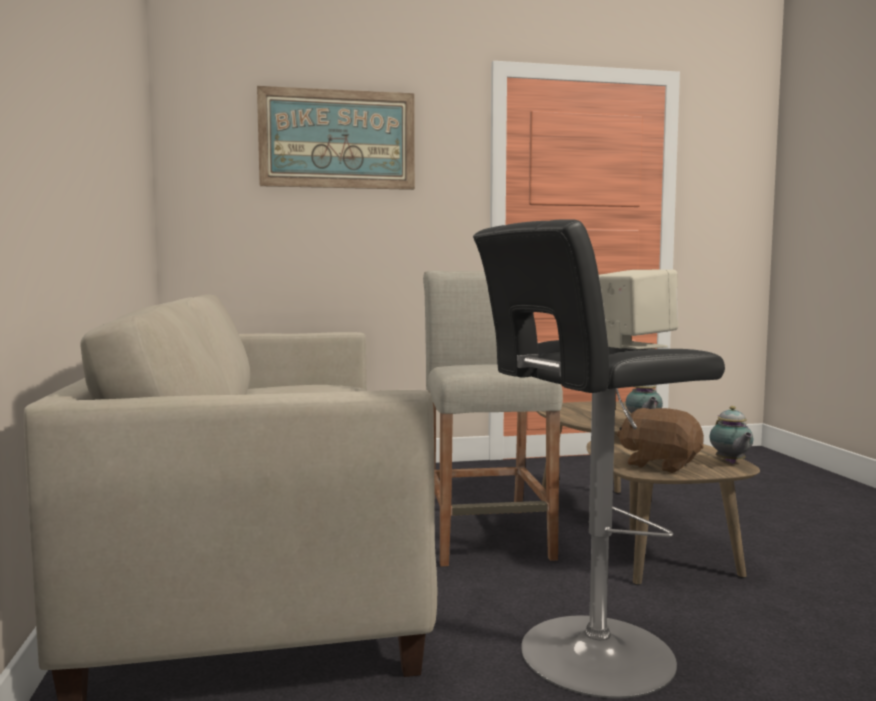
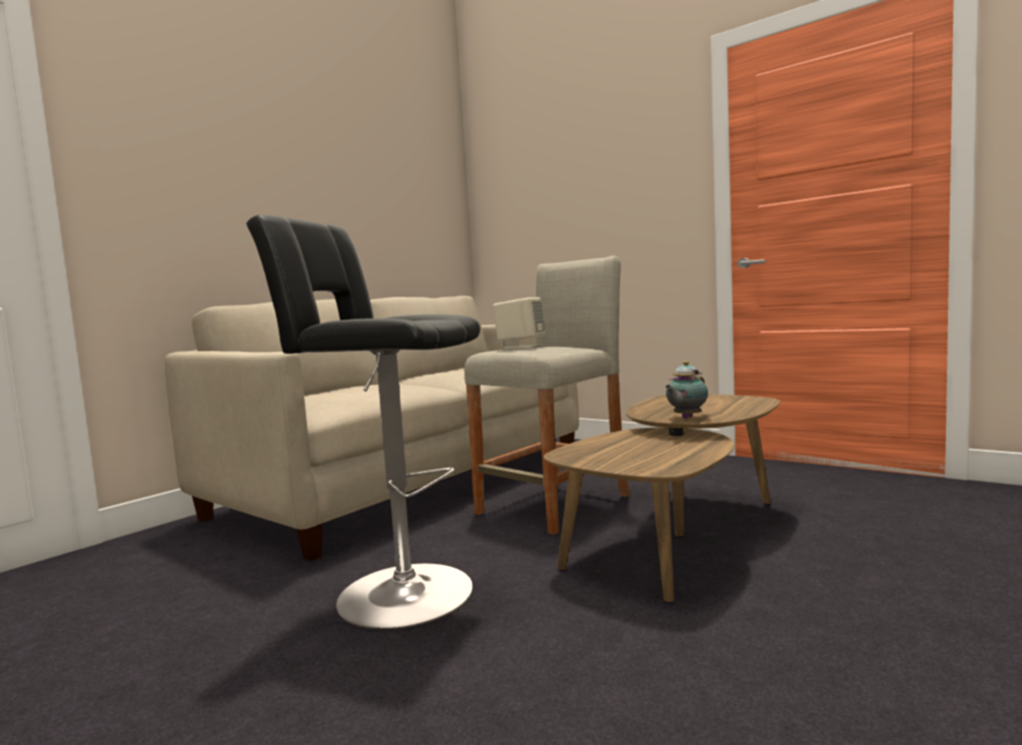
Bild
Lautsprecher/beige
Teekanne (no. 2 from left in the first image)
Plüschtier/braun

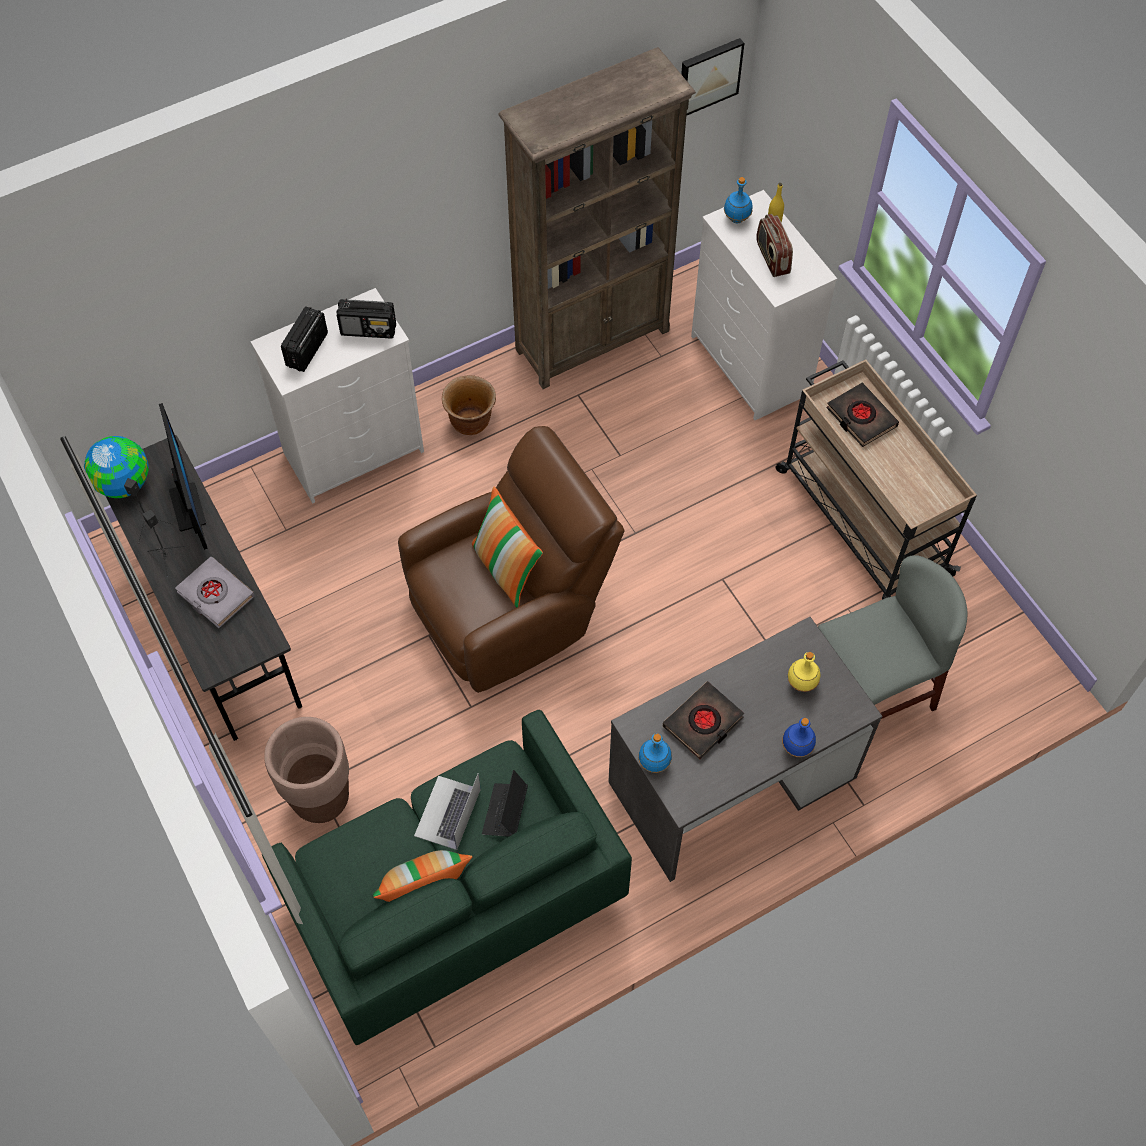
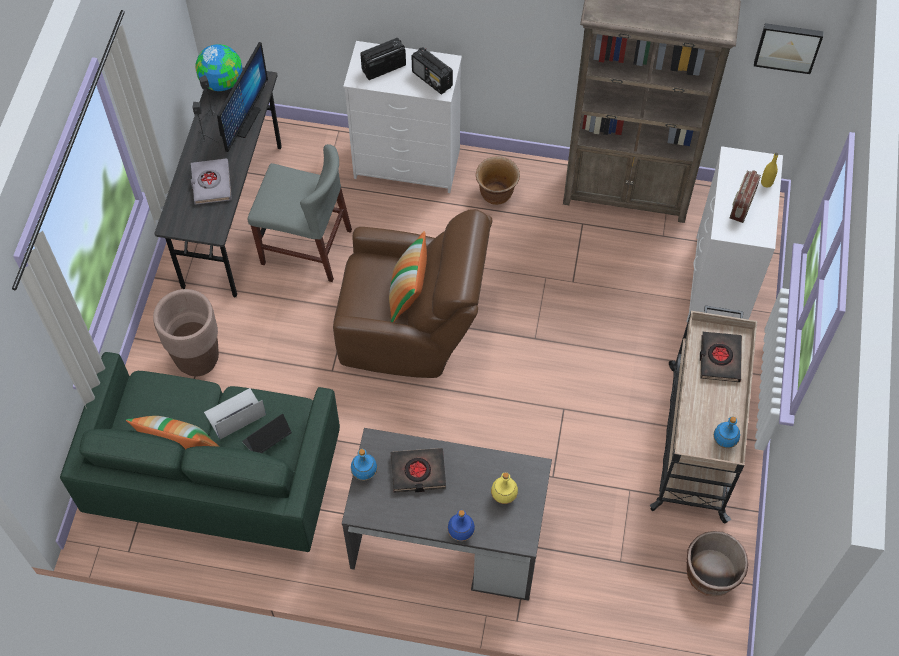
Flasche/blau (no. 3 from left)
Stuhl/grau
Pflanzkübel/braun (no. 3 from left)

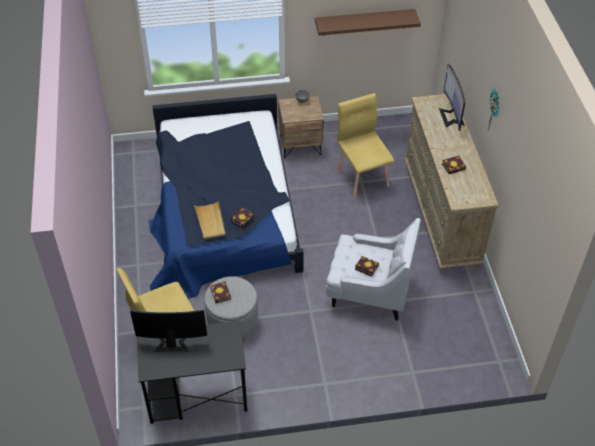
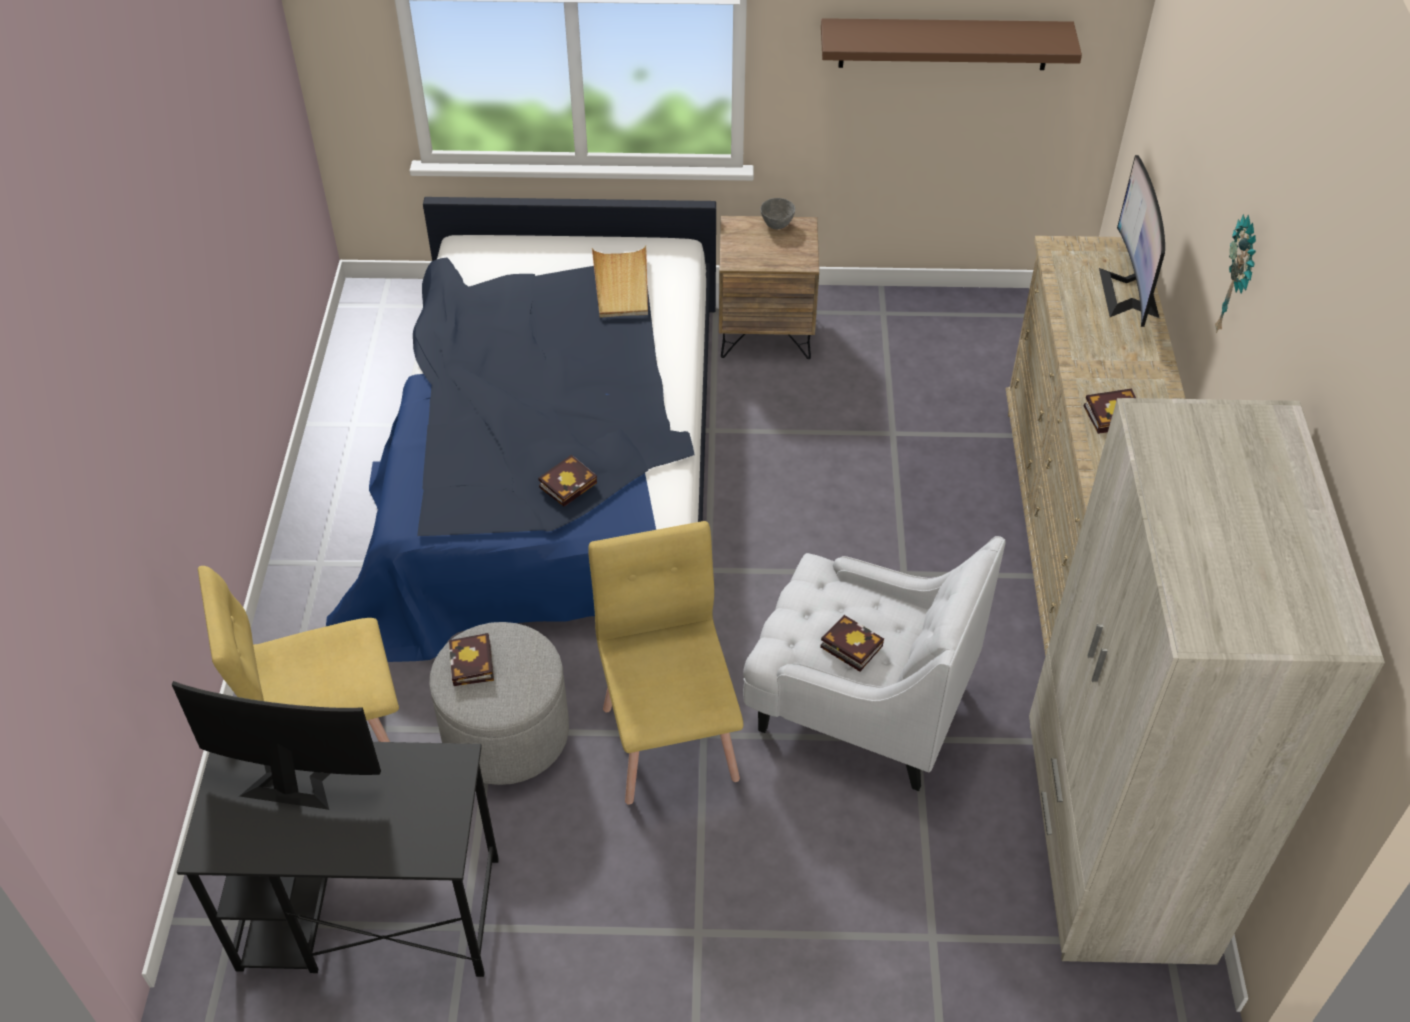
Stuhl/gelb (no. 2 from left)
Tablett/beige
Kleiderschrank/beige

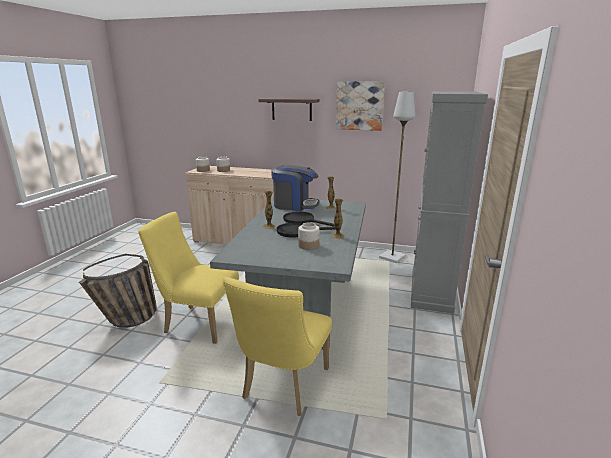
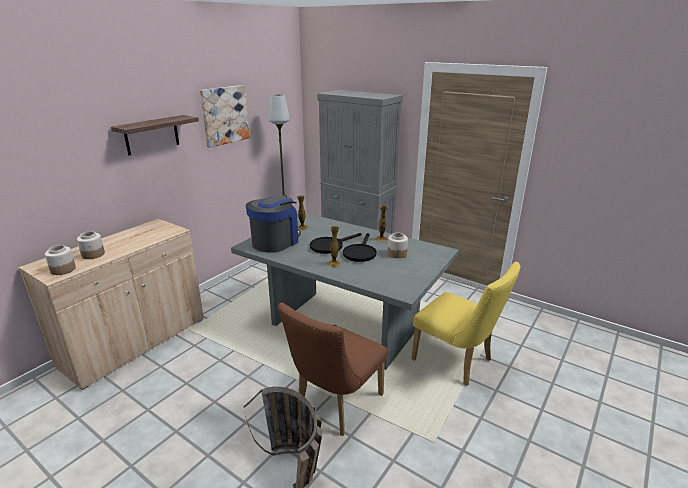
Stuhl/braun

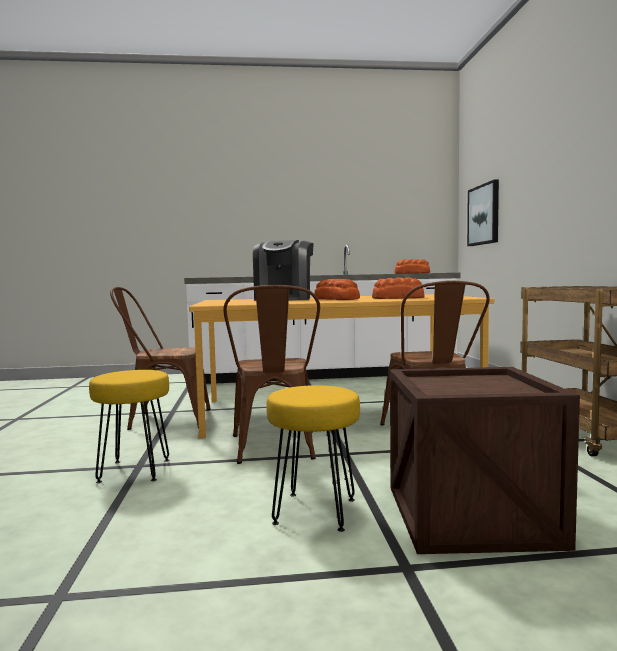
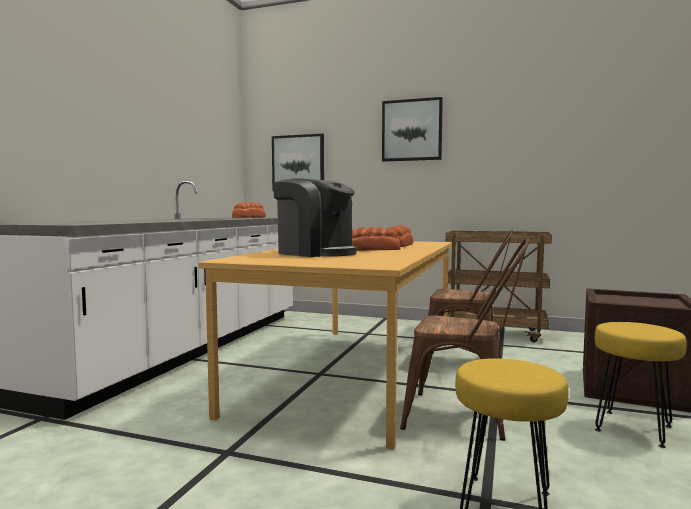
Stuhl/braun (no. 1 from left in the first image)
Bild (no. 2 from left)

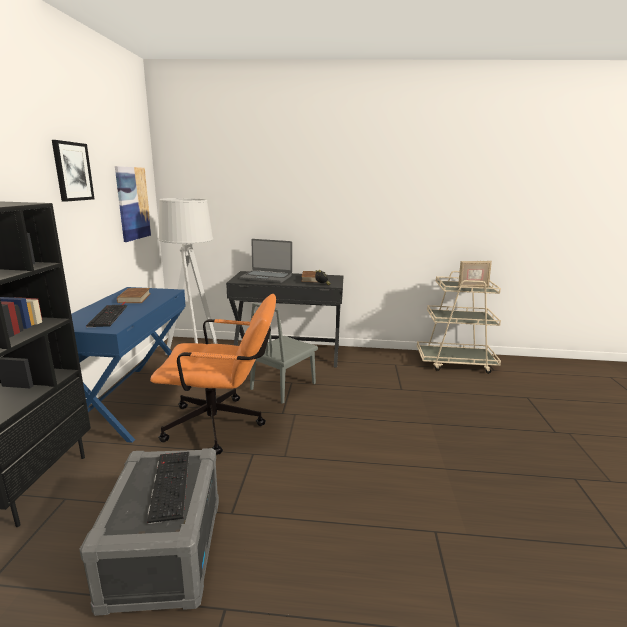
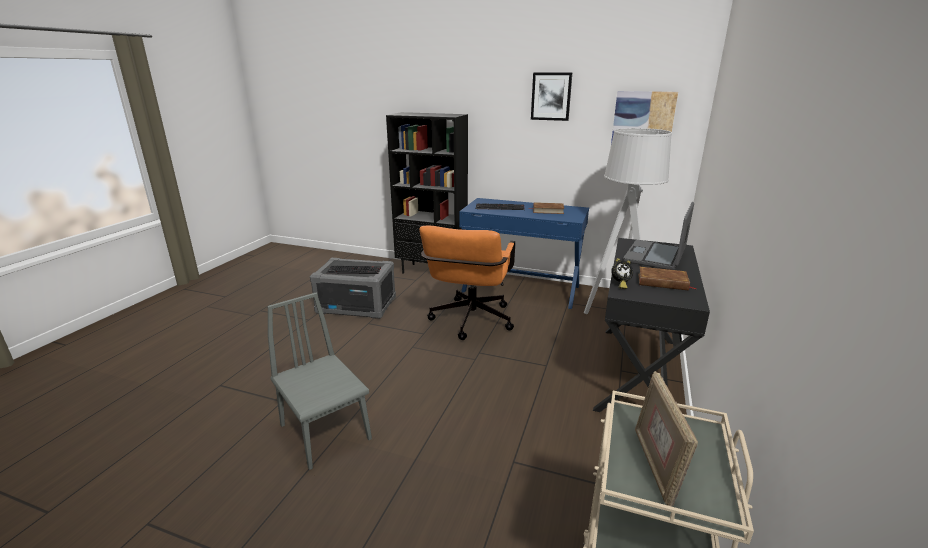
Stuhl/grau

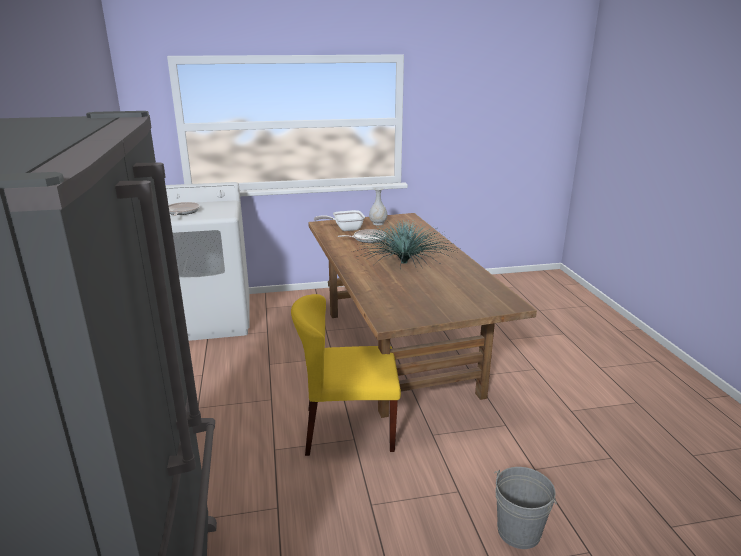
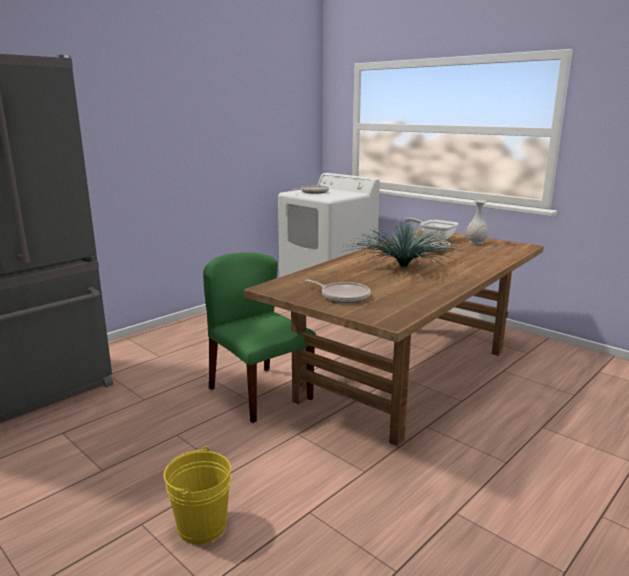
Stuhl/grün
Eimer/gelb
Pfanne (no. 2 from left)

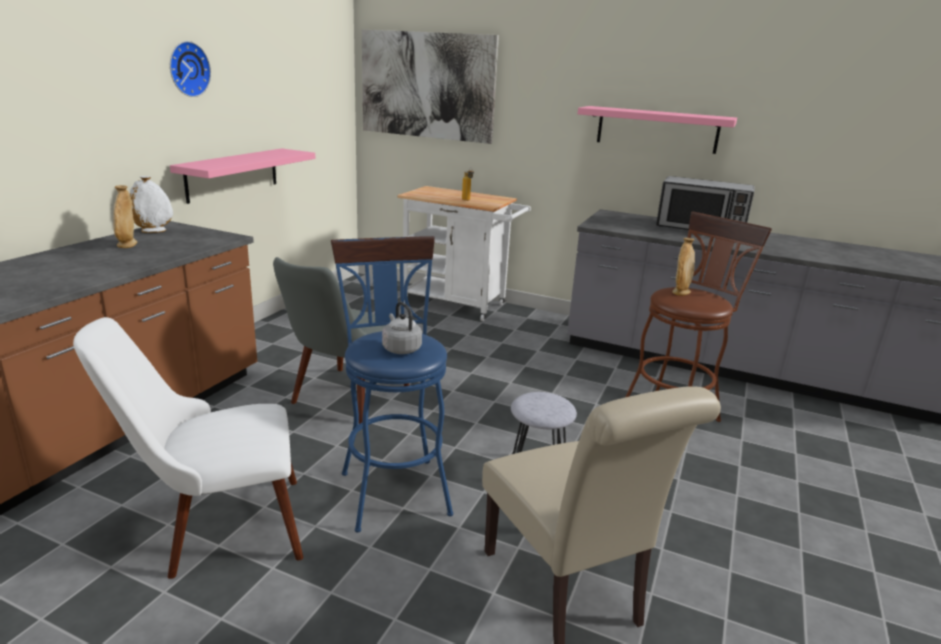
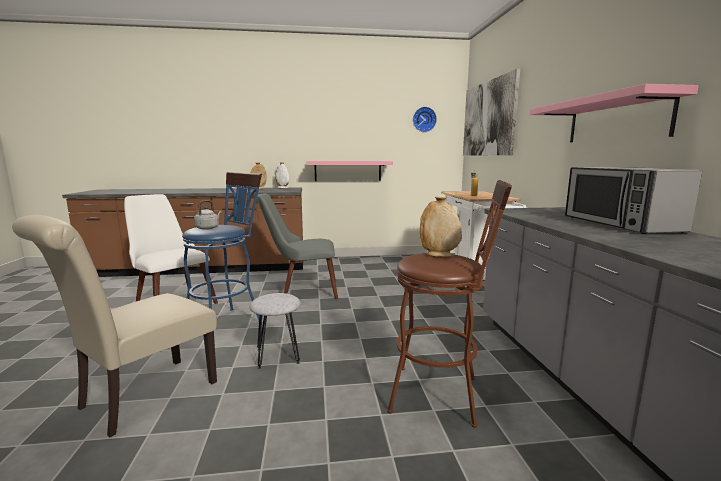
Wanduhr

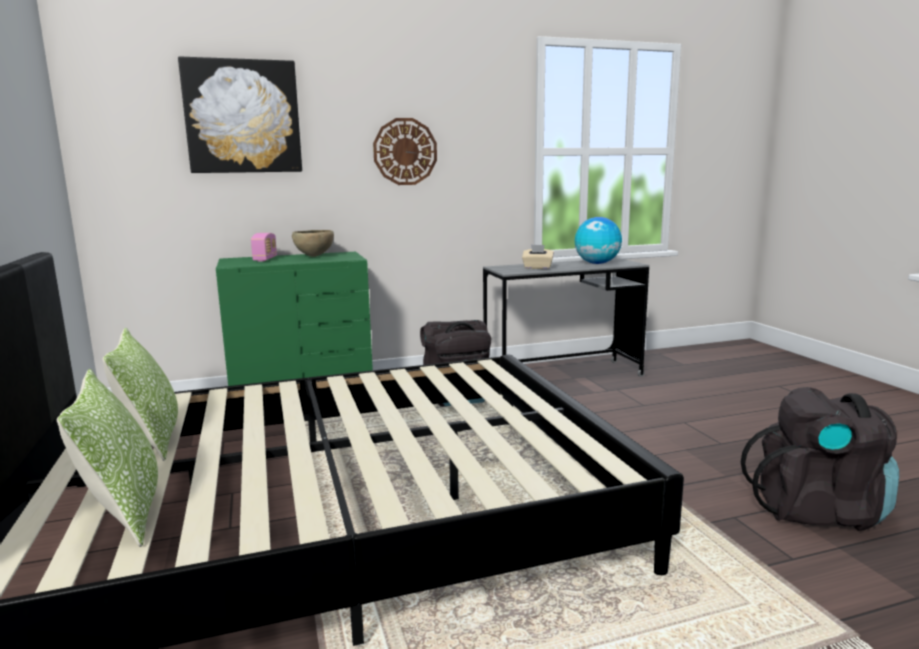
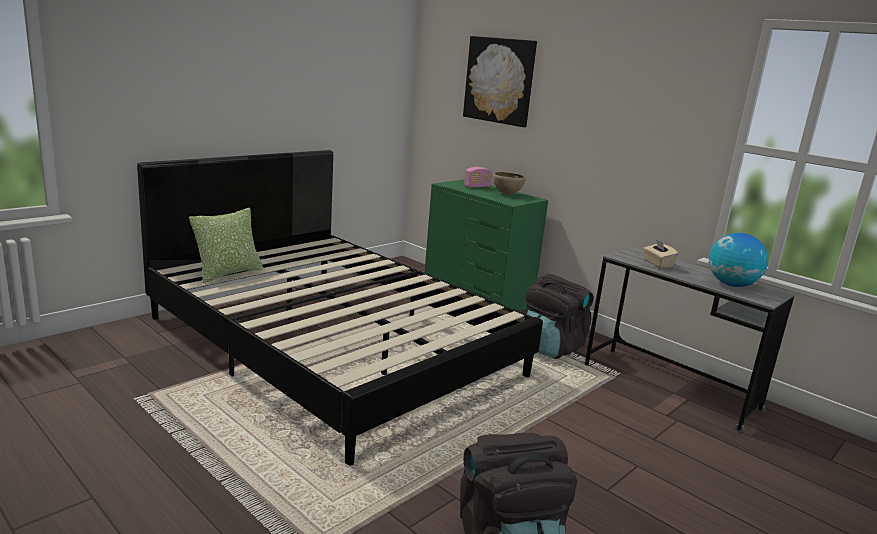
Wanduhr
Kissen (no. 2 from left in the first image)

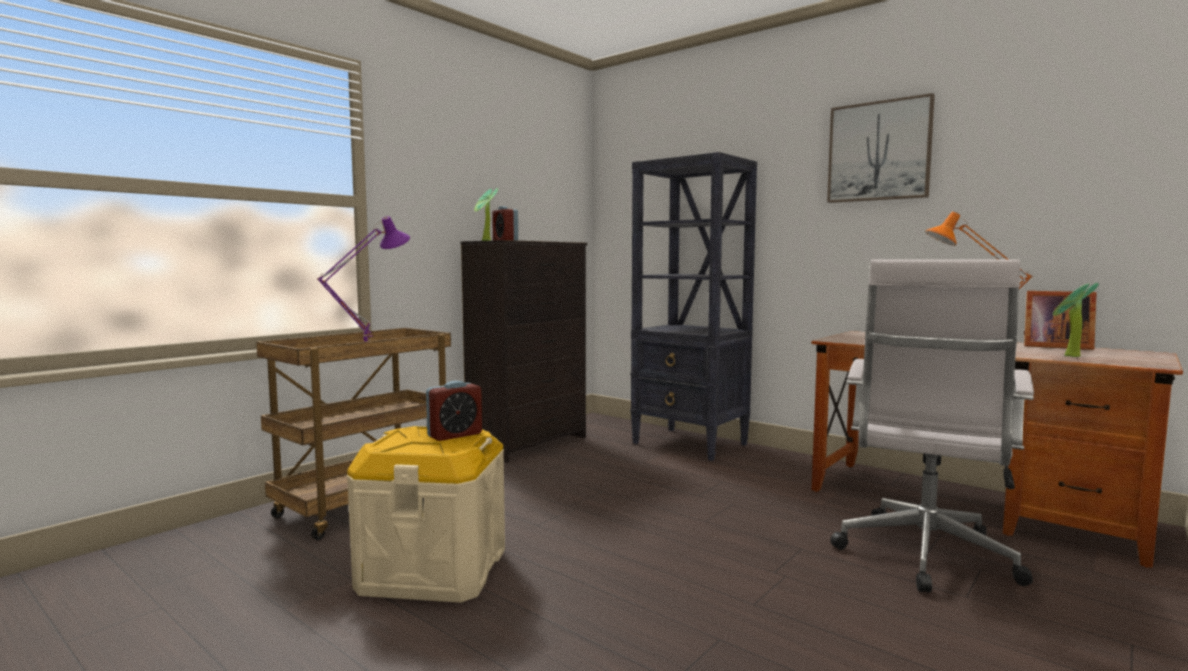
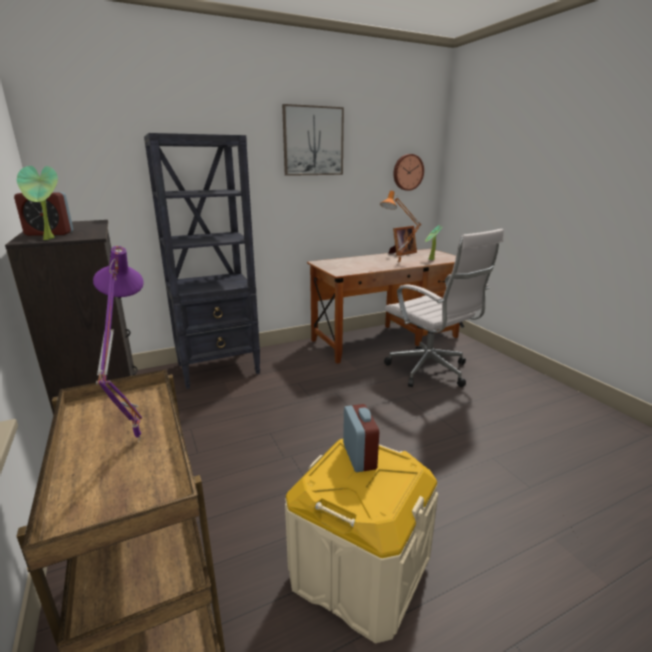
Wanduhr

